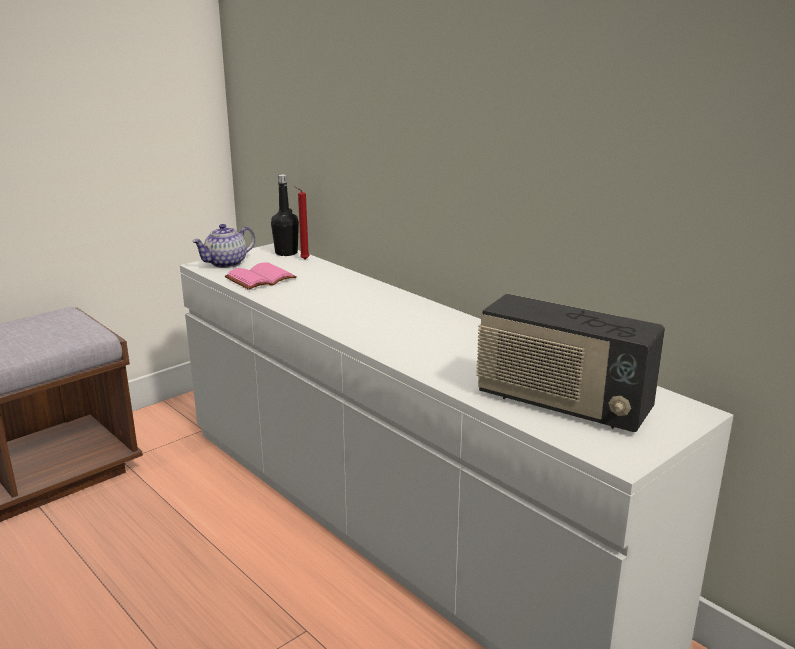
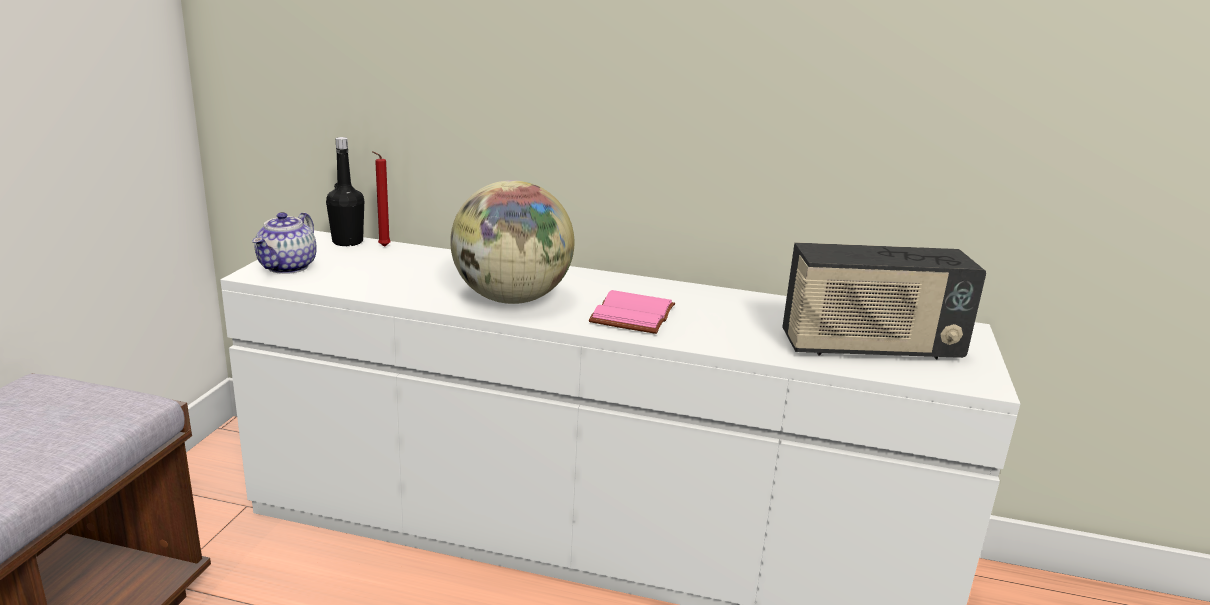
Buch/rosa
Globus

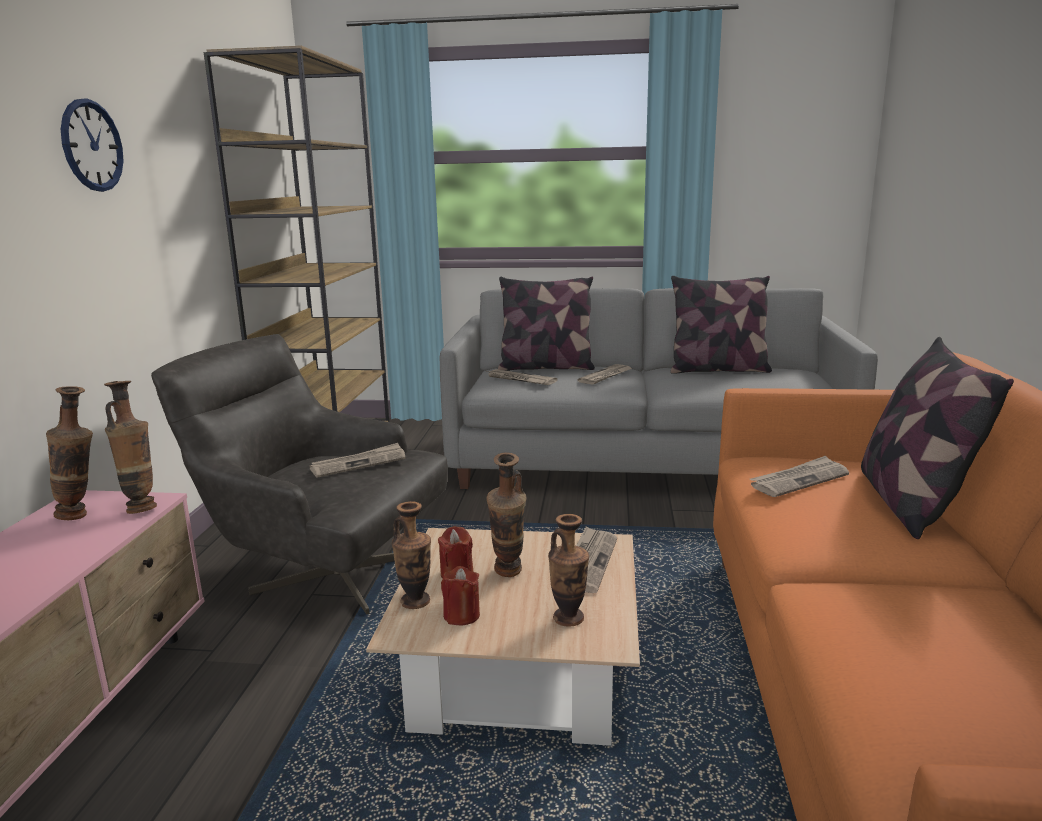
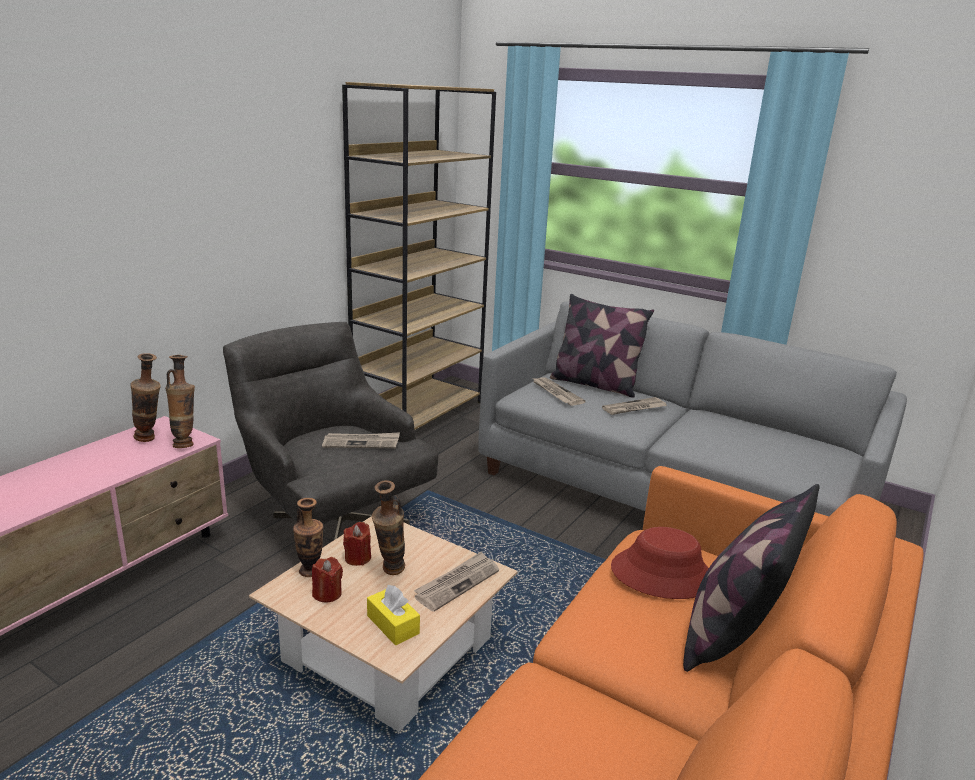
Wanduhr
Kissen (no. 2 from left in the first image)
Hut/rot
Taschentuchbox/gelb

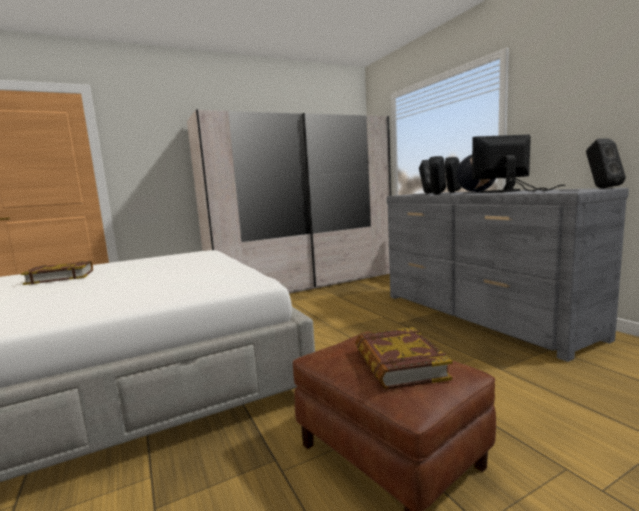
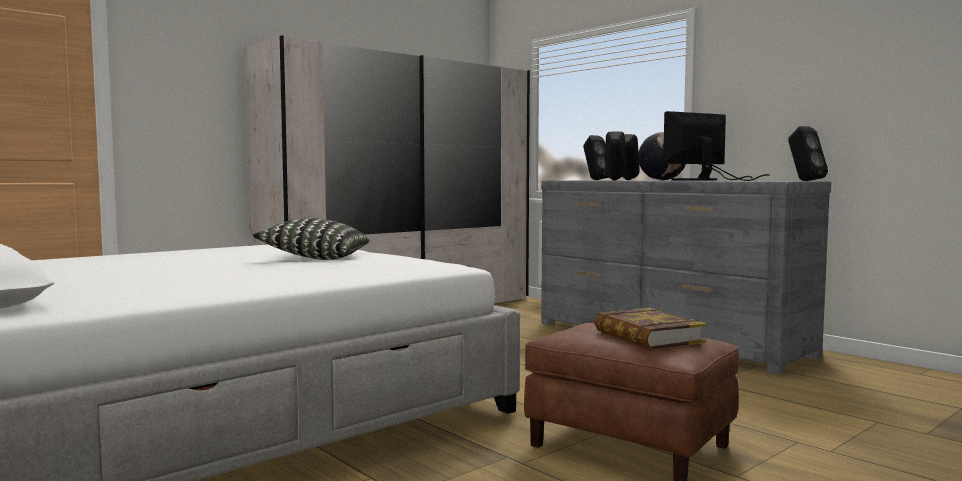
Buch (no. 1 from left in the first image)
Kissen

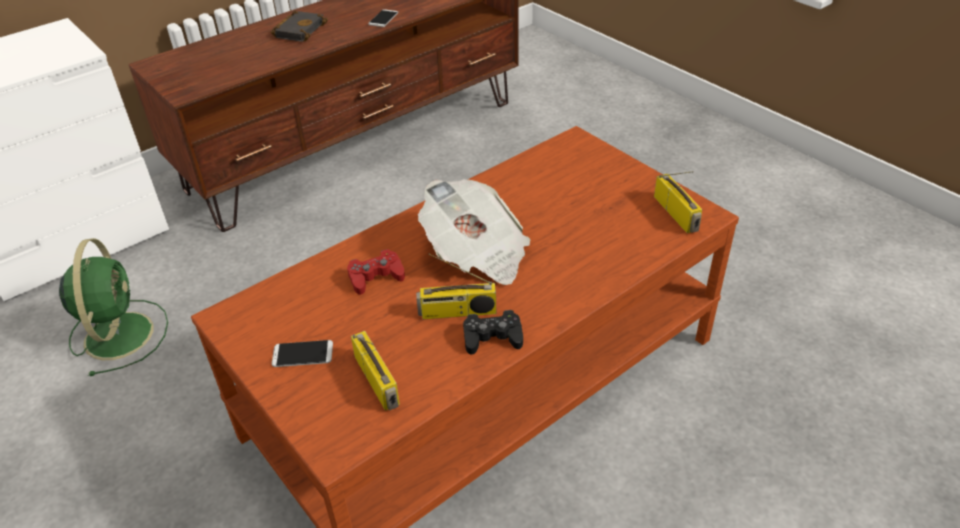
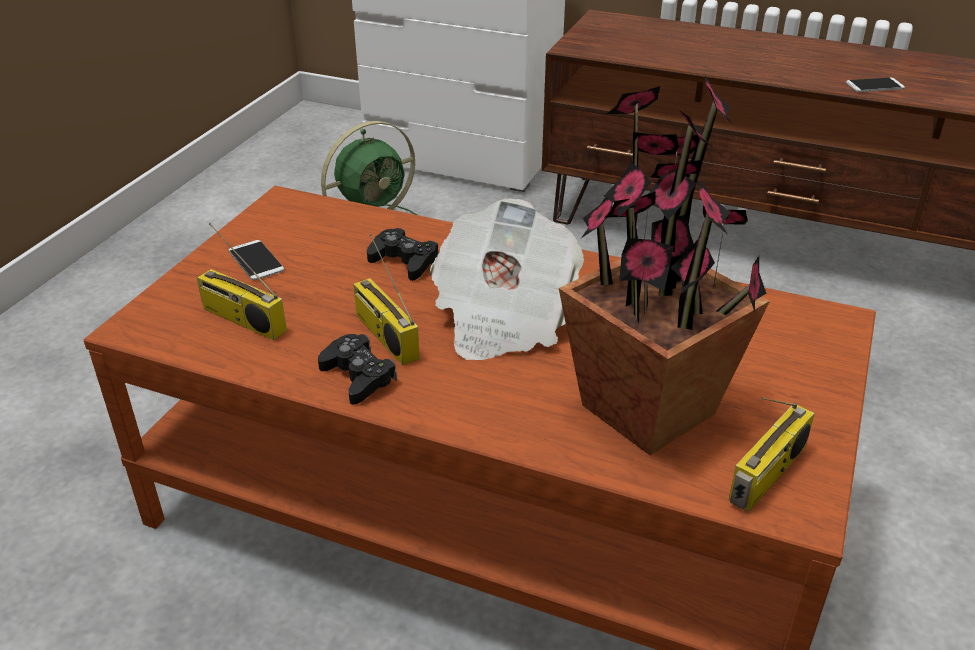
Buch/schwarz
Gamepad/schwarz (no. 2 from left)
Radio (no. 1 from left)
Topfpflanze

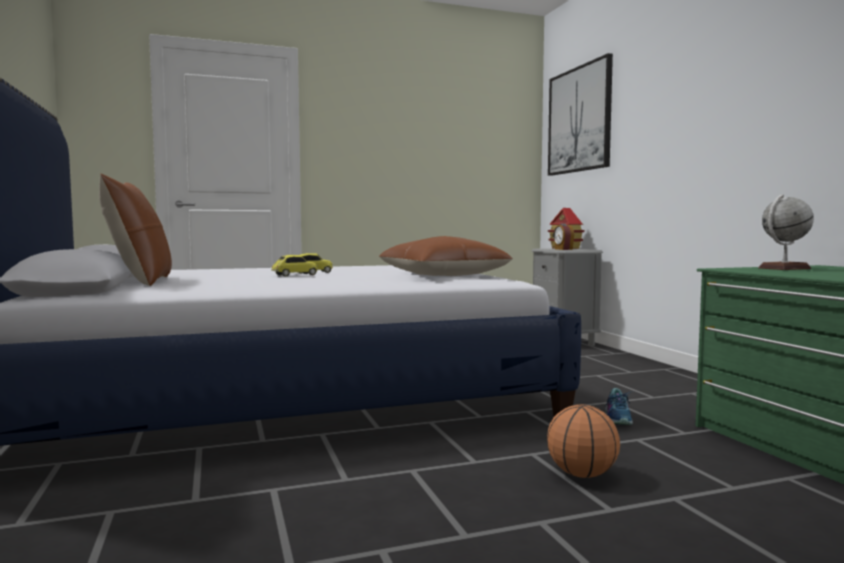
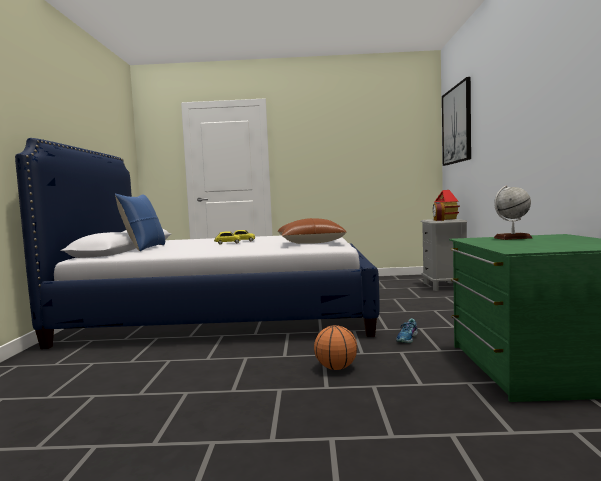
Kissen/blau

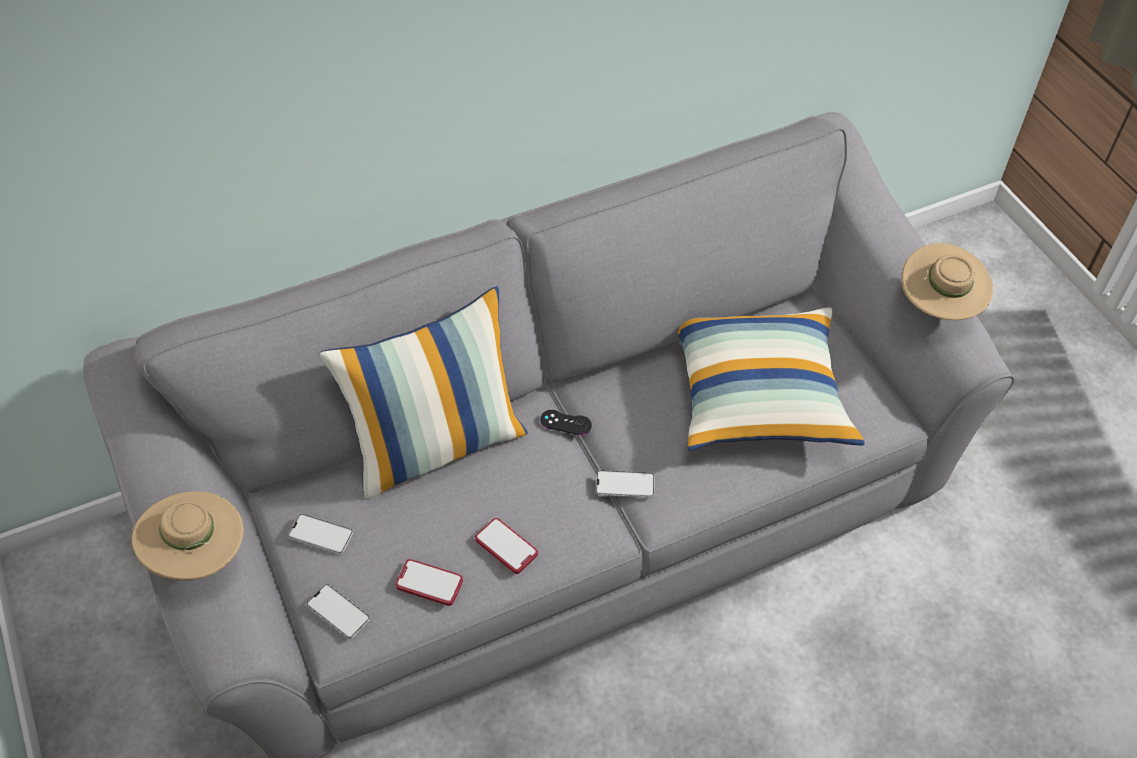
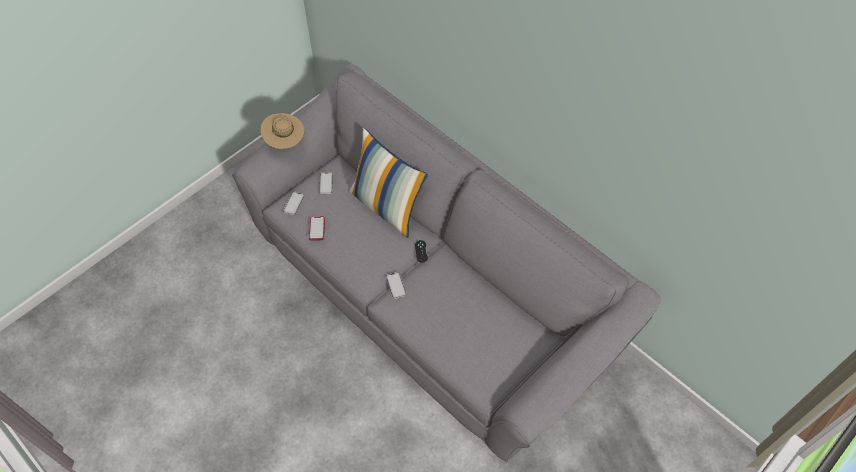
Hut/beige (no. 2 from left in the first image)
Kissen (no. 2 from left in the first image)
Handy (no. 4 from left in the first image)

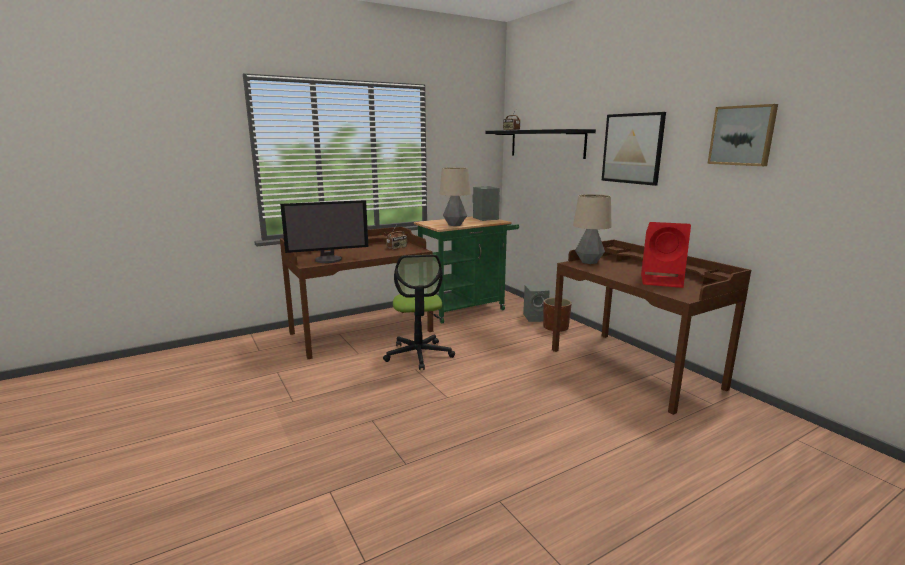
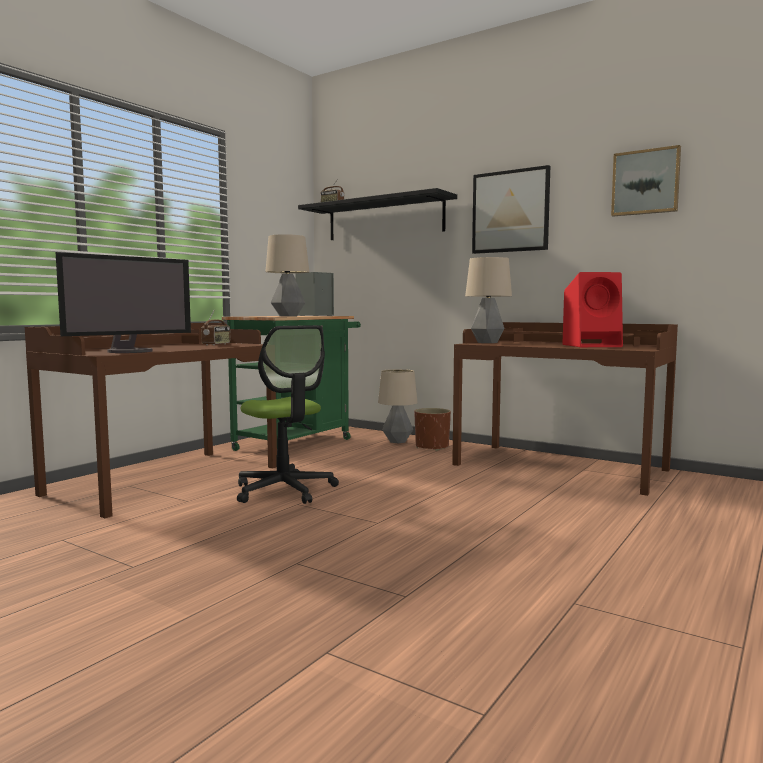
Tischlampe (no. 2 from left)

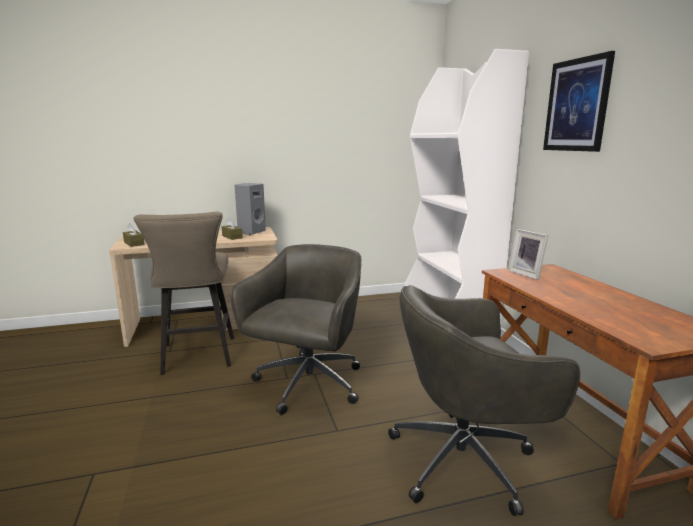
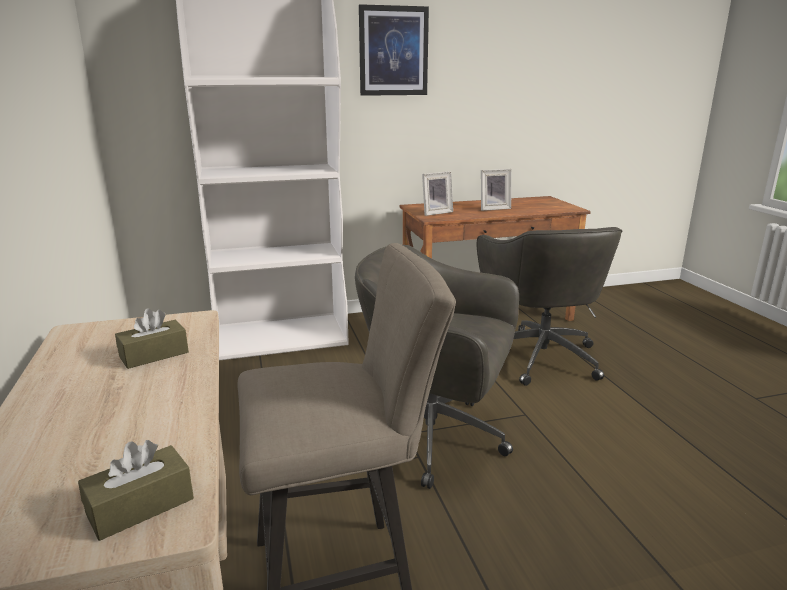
Lautsprecher/grau
Bilderrahmen (no. 2 from left)

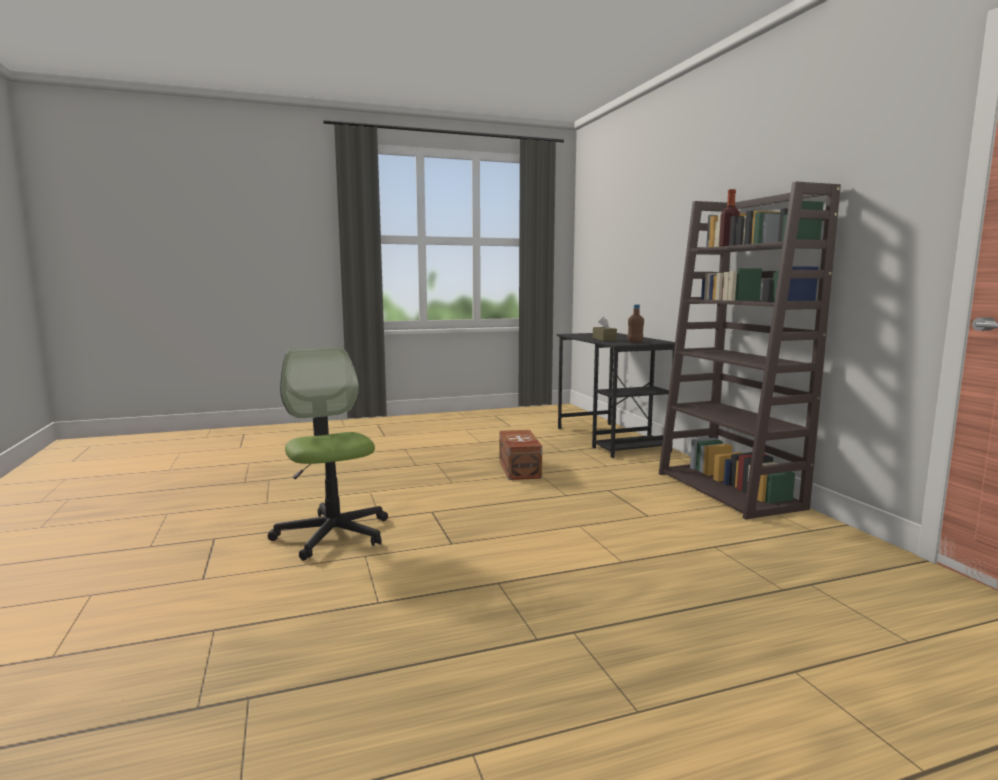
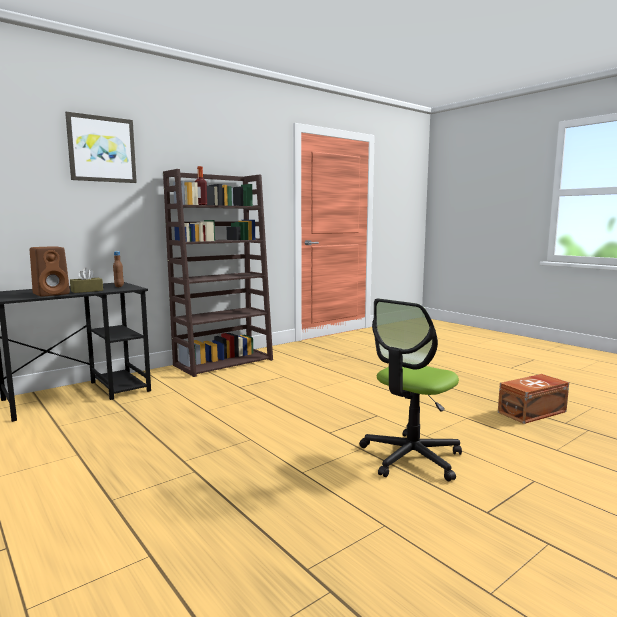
Aufbewahrungsbox/braun
Bild
Lautsprecher/braun

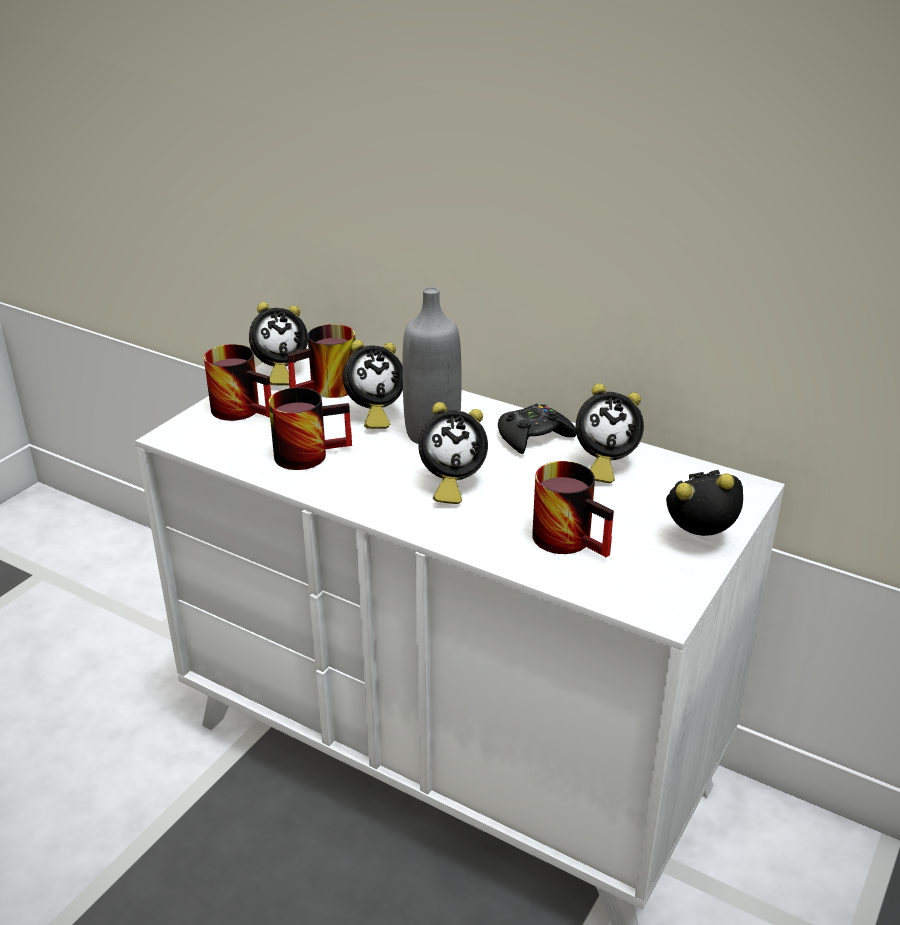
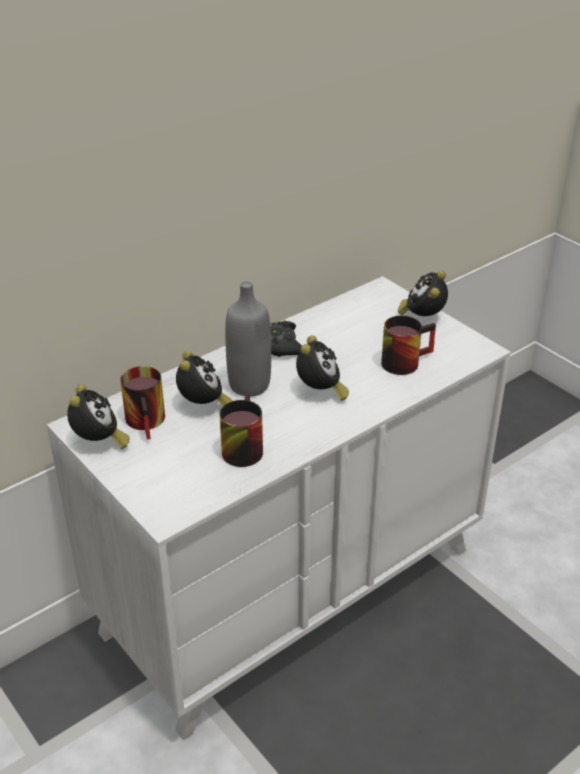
Henkelbecher (no. 1 from left in the first image)
Wecker (no. 4 from left in the first image)

